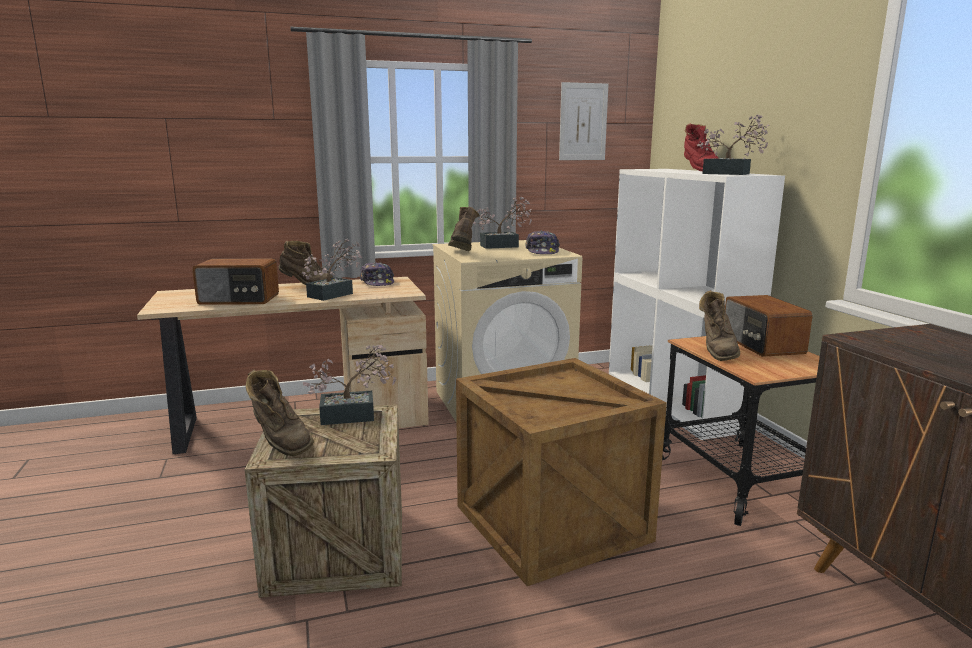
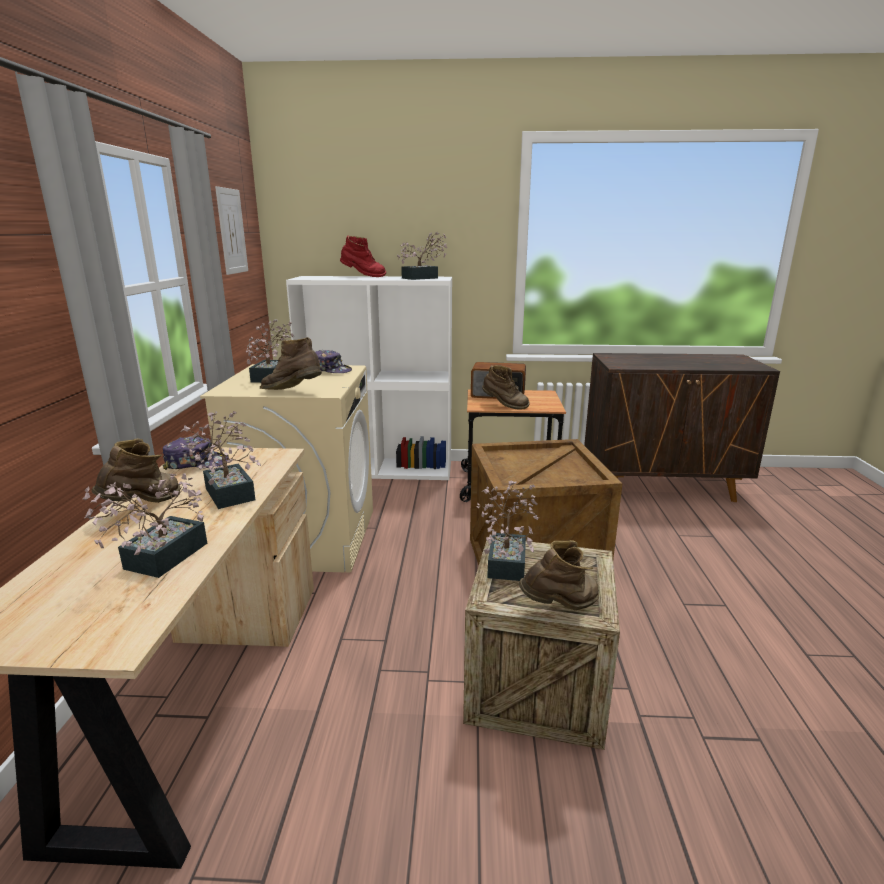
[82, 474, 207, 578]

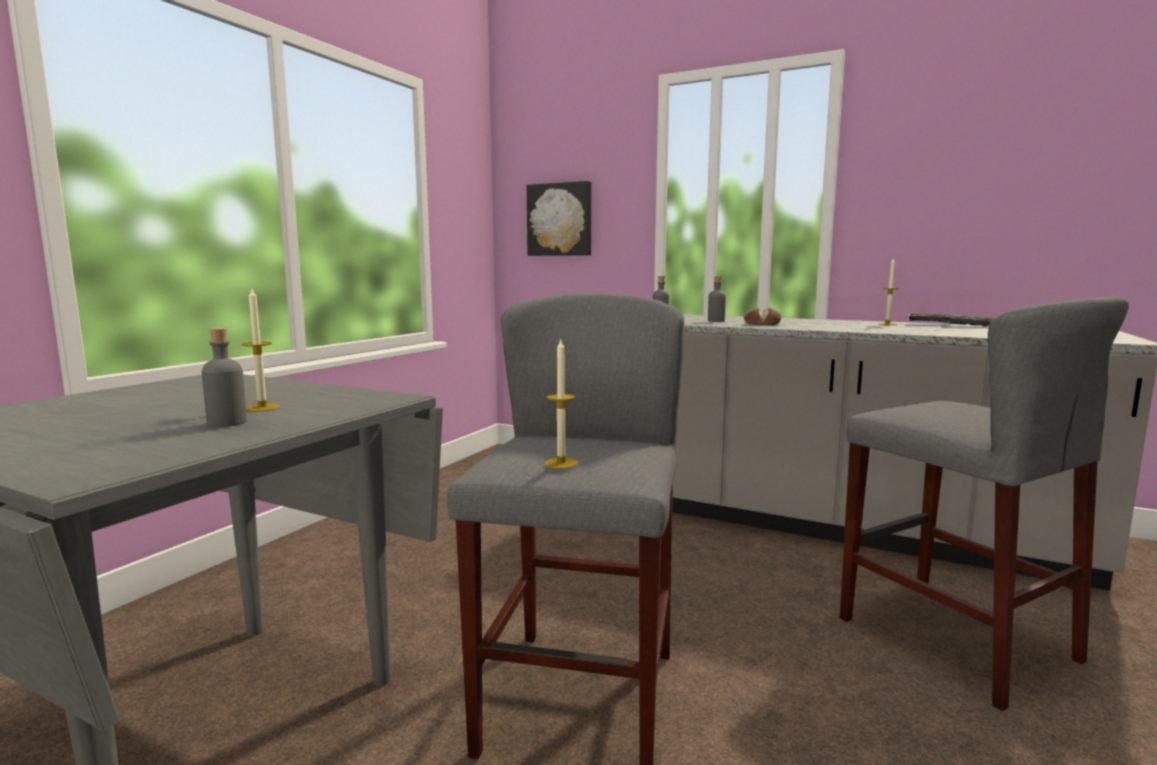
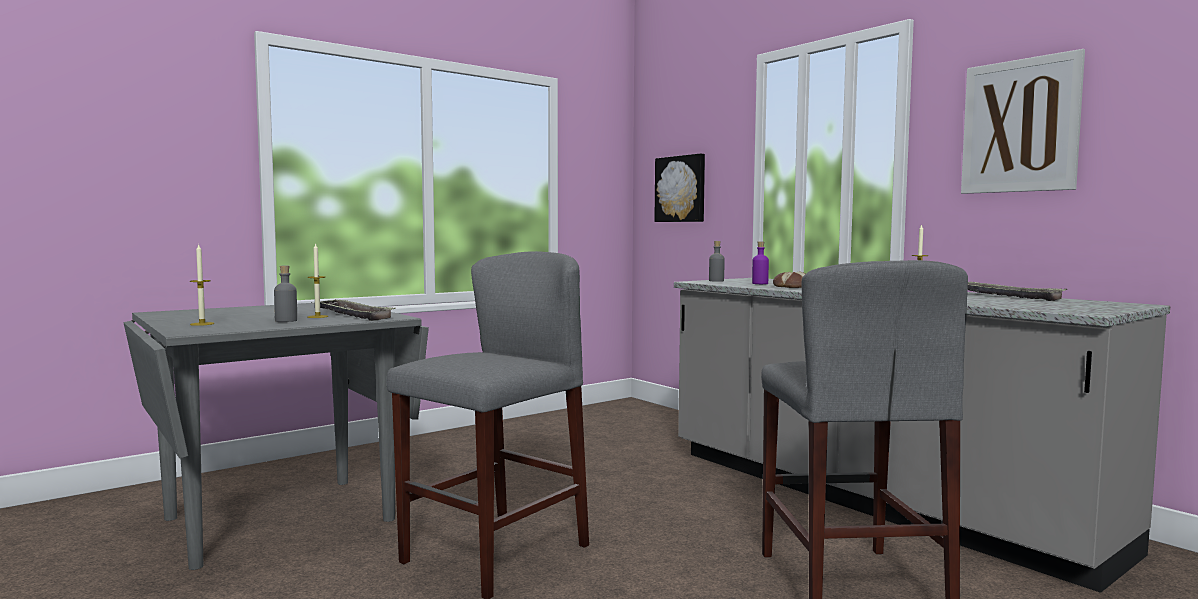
[190, 245, 214, 326]
[752, 242, 769, 284]
[314, 300, 396, 321]
[961, 49, 1085, 194]

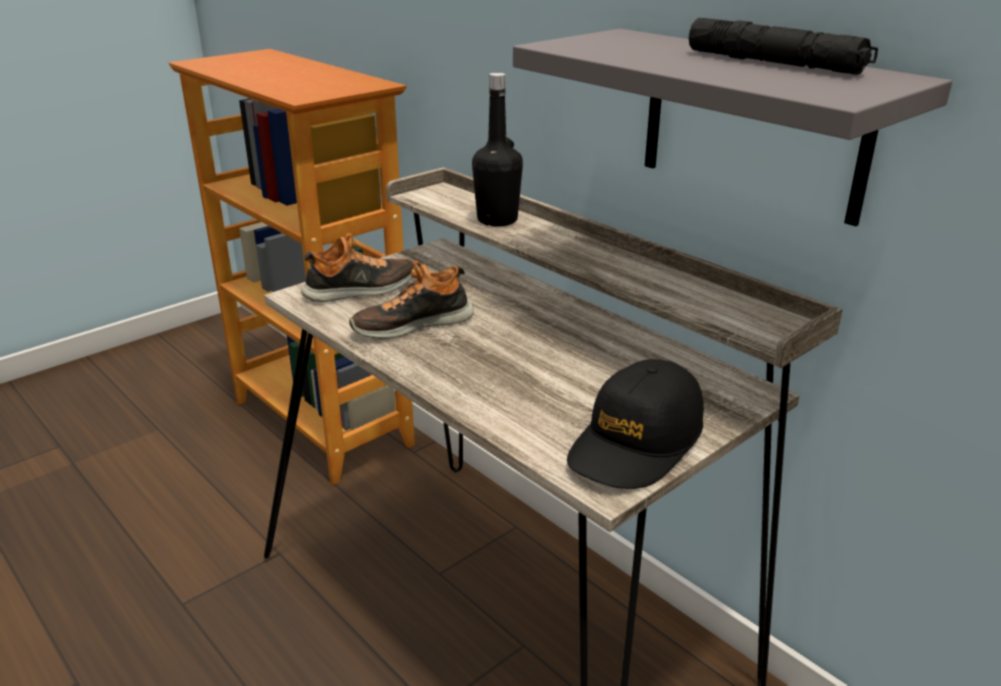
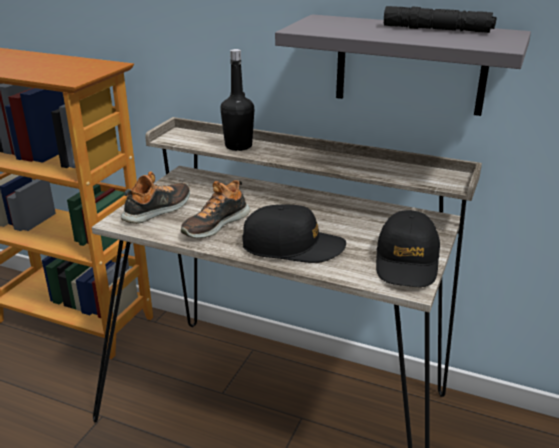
[242, 204, 346, 263]

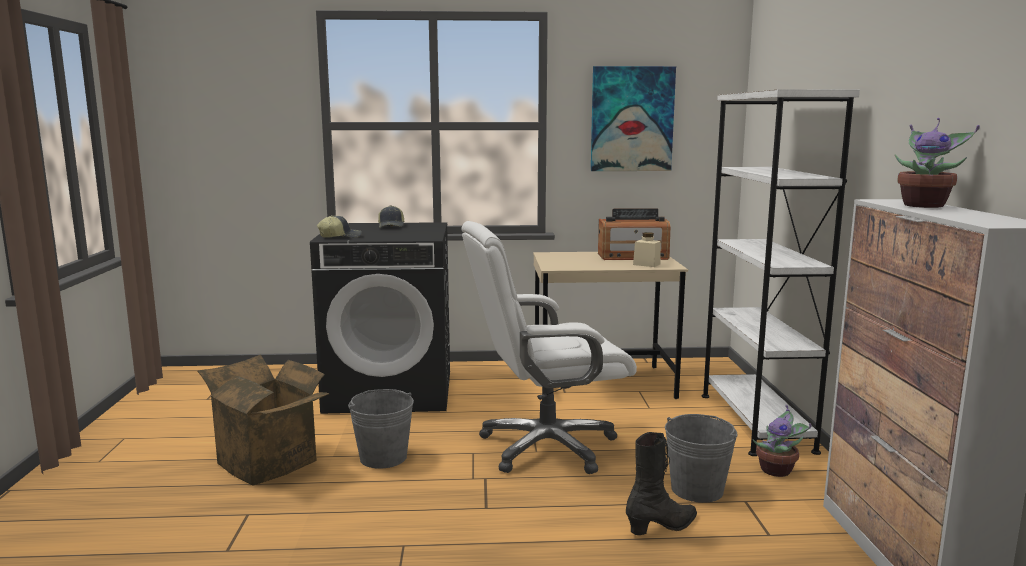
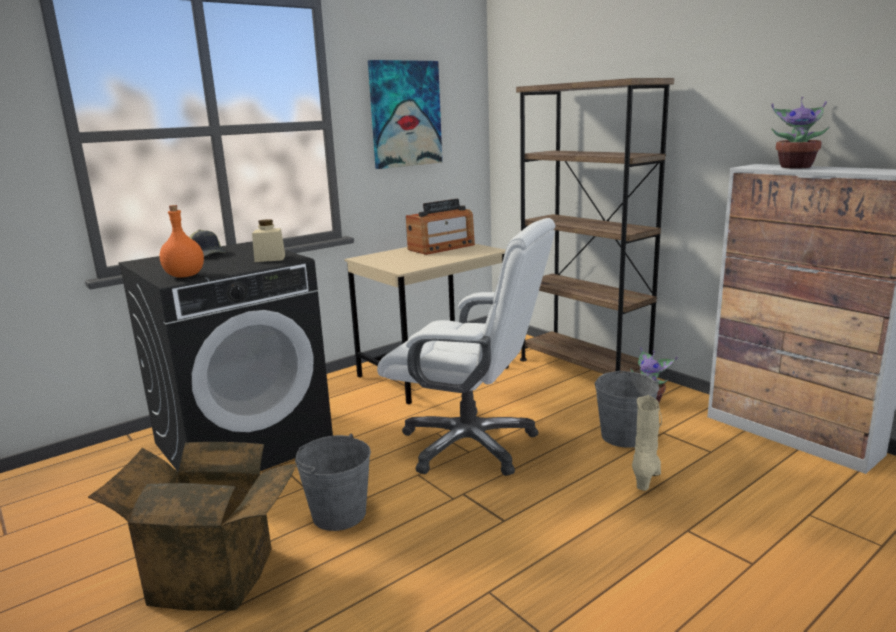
[160, 205, 204, 278]
[377, 218, 556, 476]
[632, 395, 662, 491]
[252, 219, 285, 262]
[516, 78, 674, 374]

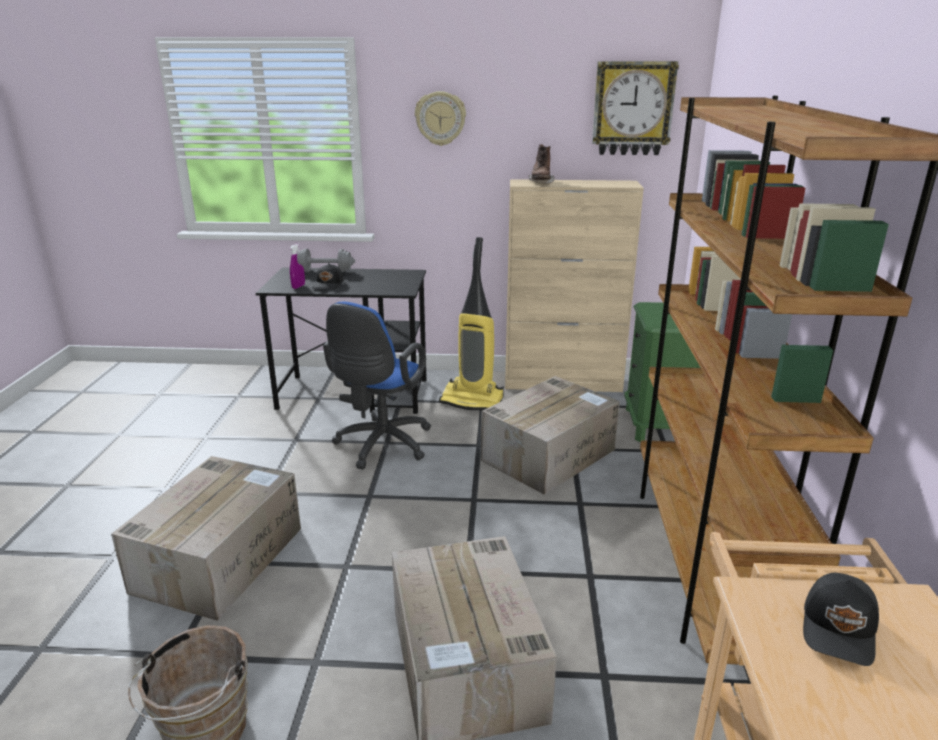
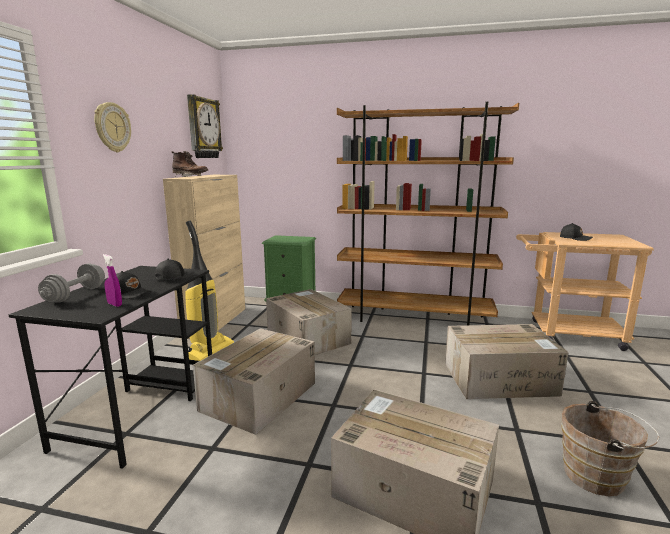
[193, 328, 315, 435]
[155, 259, 194, 281]

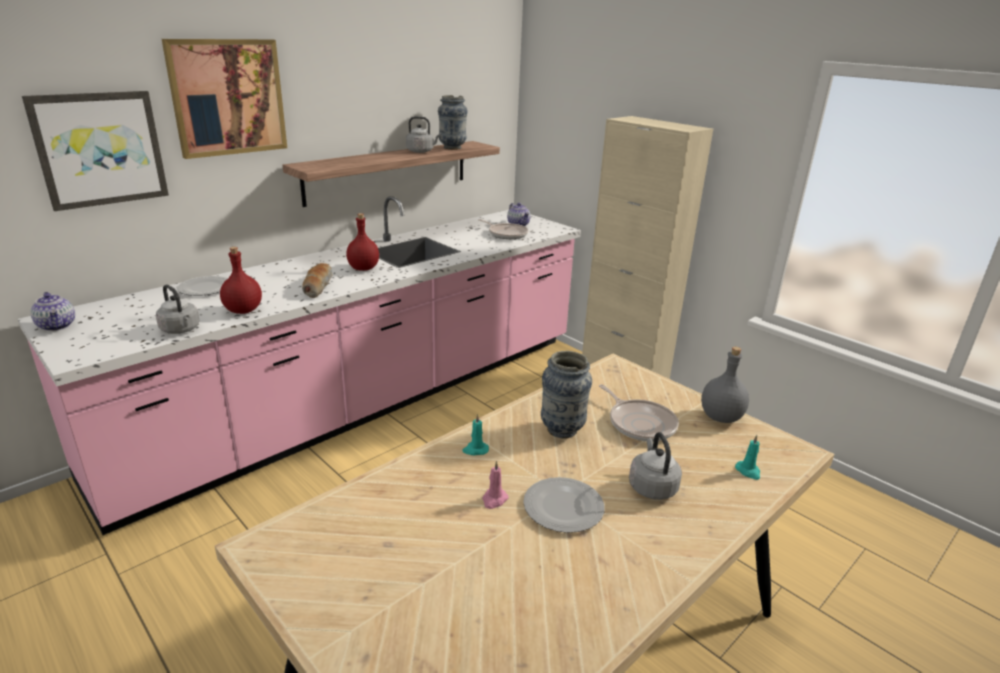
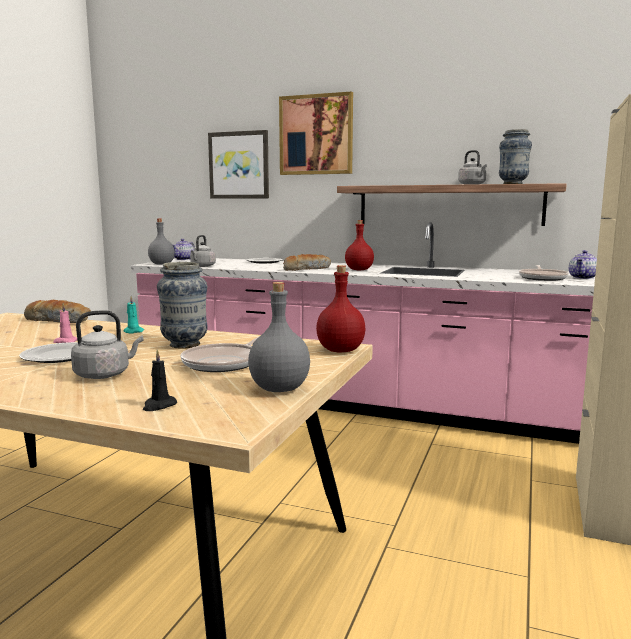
[316, 265, 365, 352]
[143, 349, 177, 411]
[24, 300, 91, 323]
[148, 219, 175, 265]

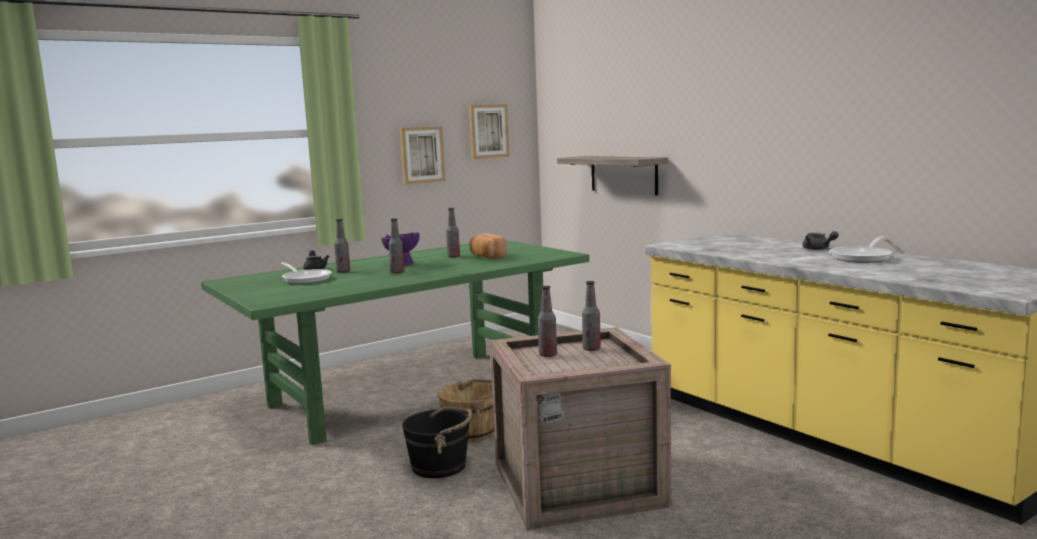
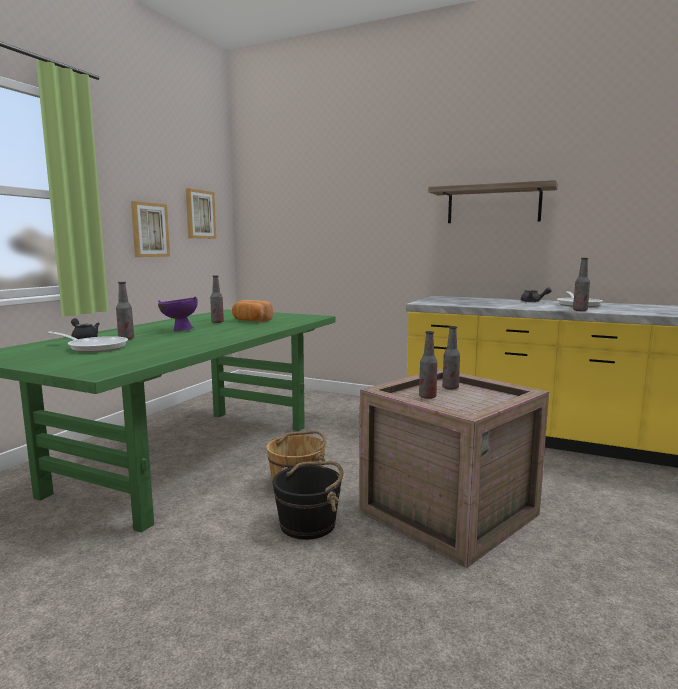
[573, 258, 590, 311]
[428, 180, 558, 223]

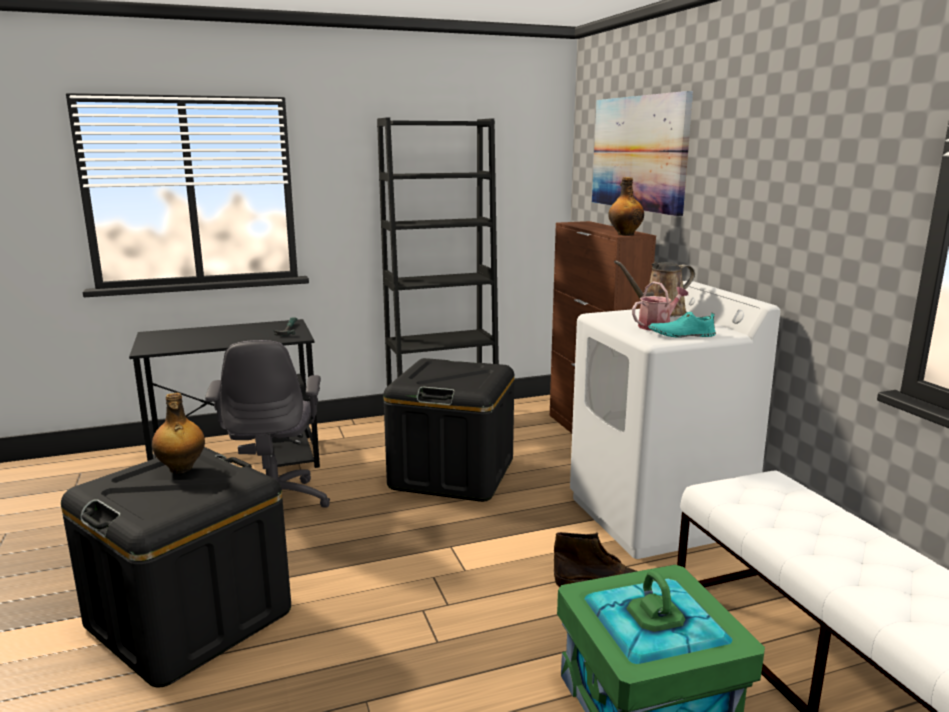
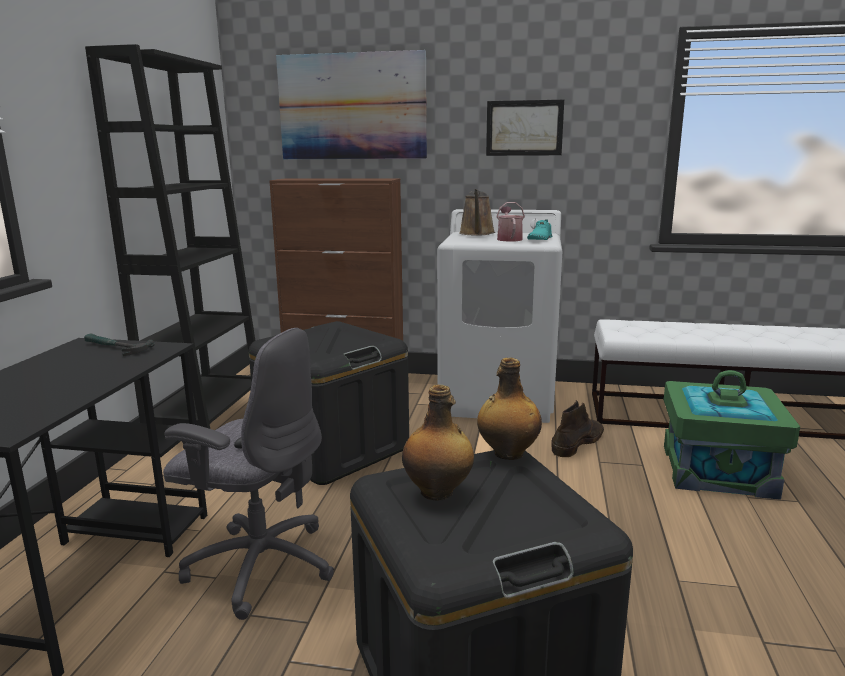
[477, 358, 542, 460]
[486, 100, 564, 156]

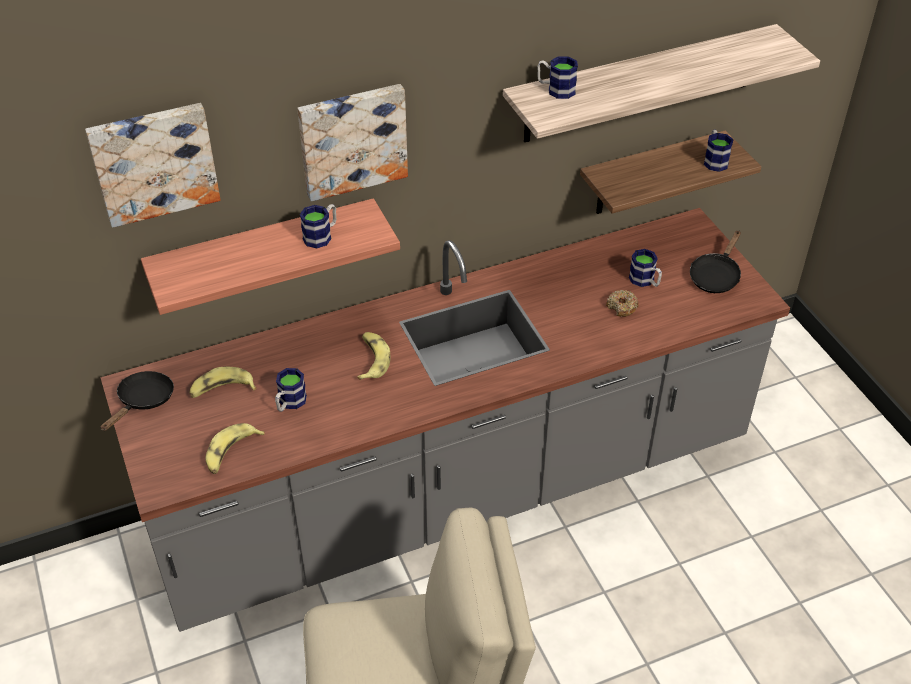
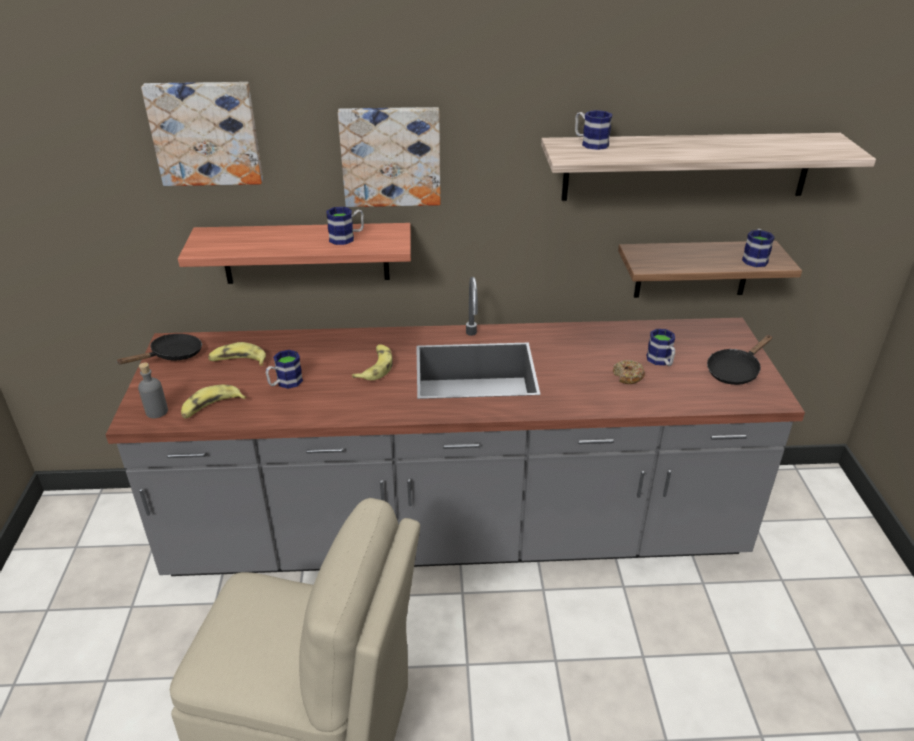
[138, 363, 168, 418]

